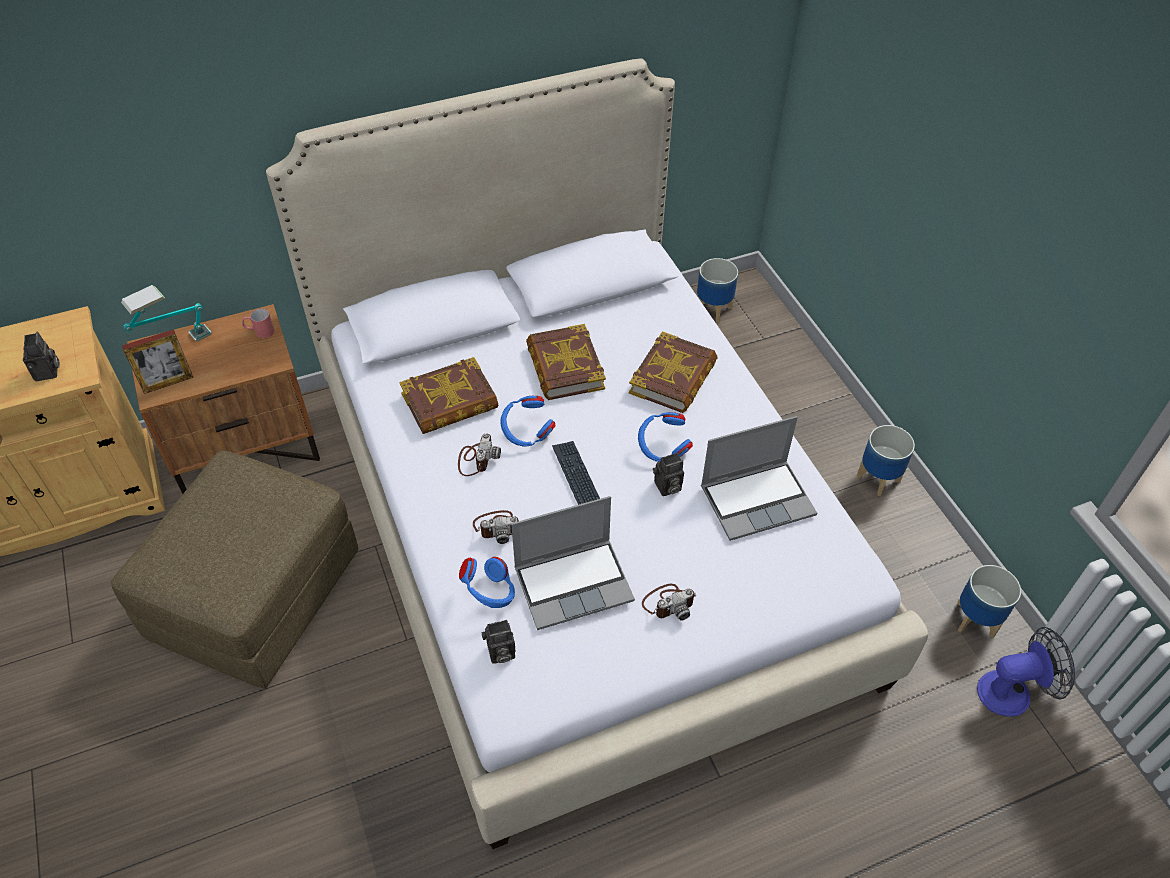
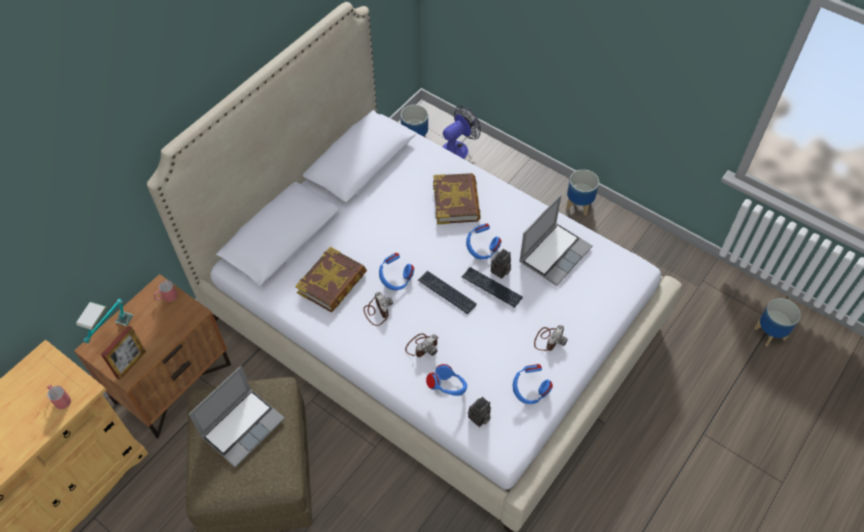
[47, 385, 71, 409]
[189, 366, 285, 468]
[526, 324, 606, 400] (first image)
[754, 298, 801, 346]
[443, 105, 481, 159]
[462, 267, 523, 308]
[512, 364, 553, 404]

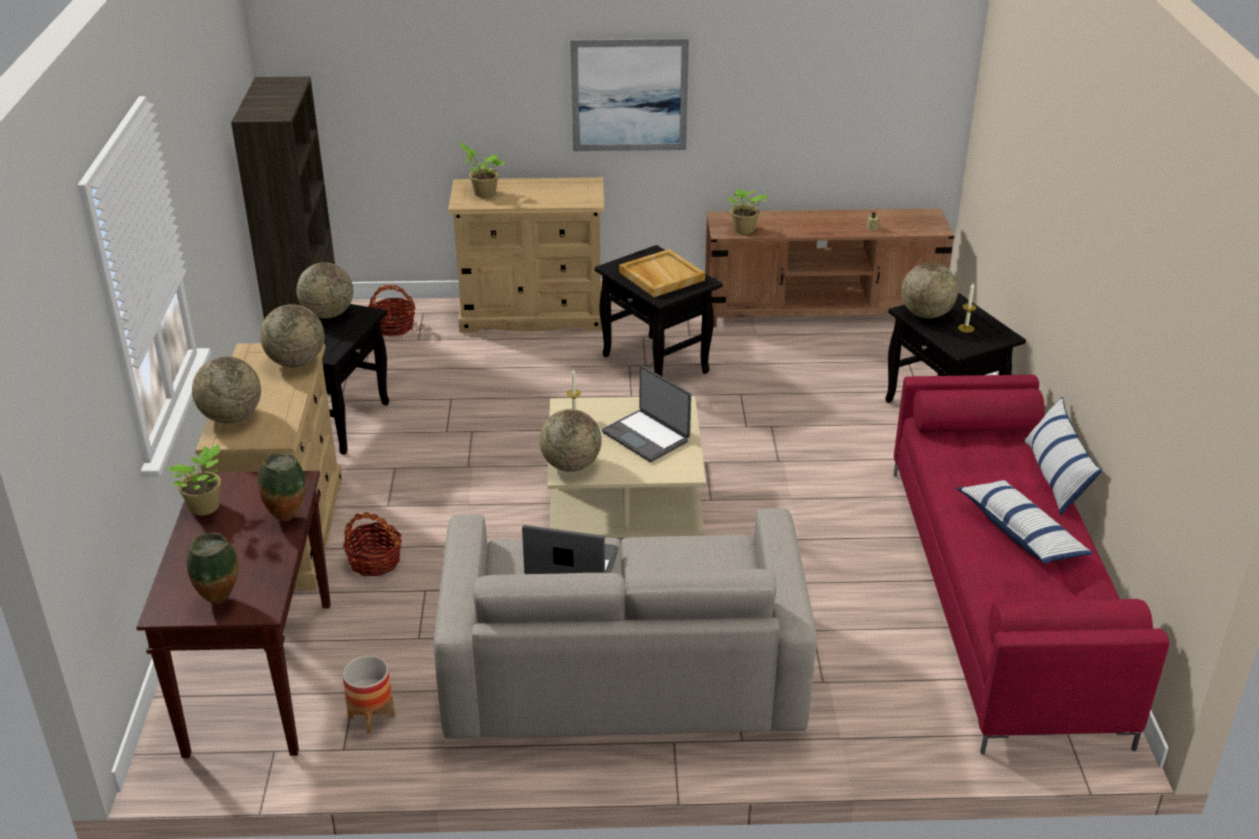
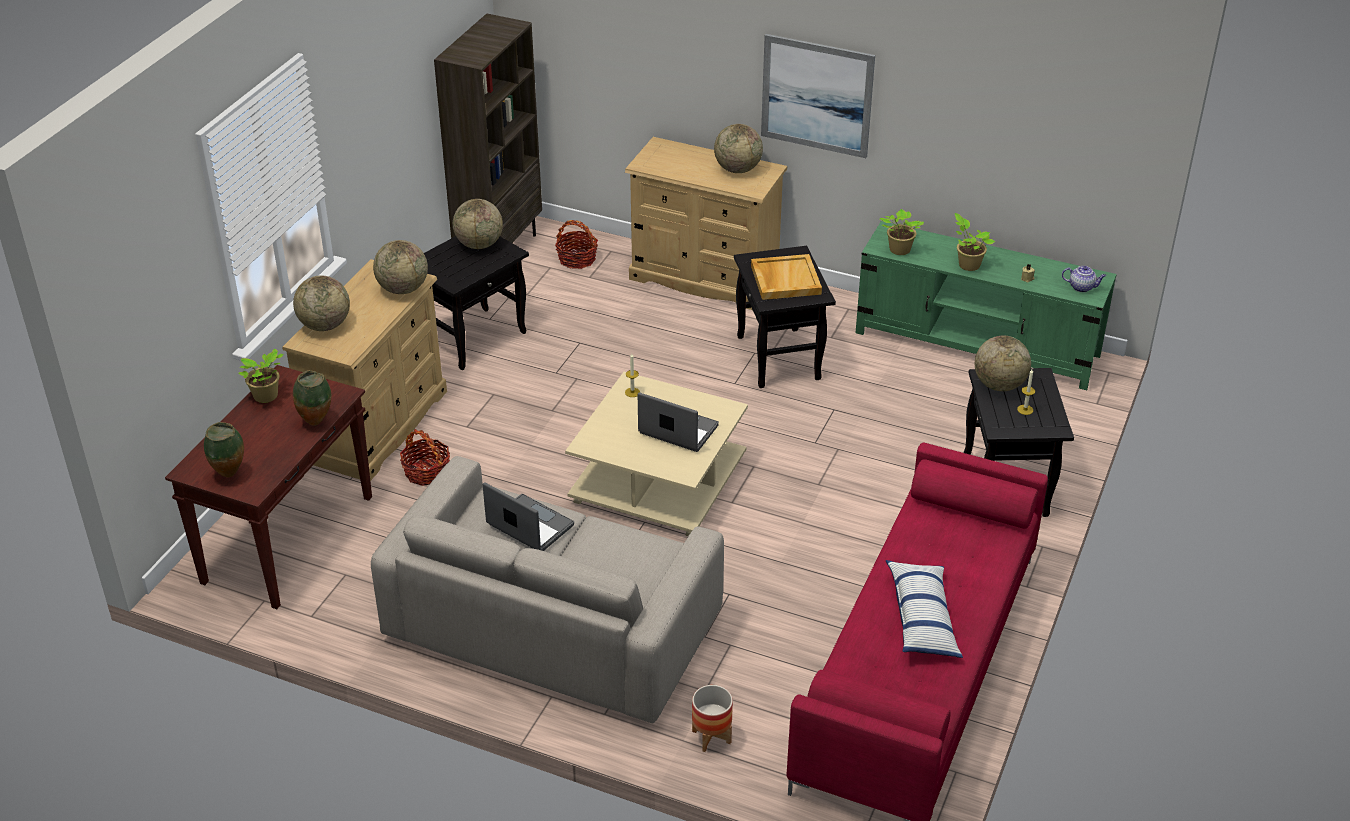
[692, 685, 733, 752]
[955, 213, 995, 271]
[714, 124, 763, 173]
[638, 392, 719, 452]
[856, 221, 1117, 390]
[1024, 397, 1102, 516] (first image)
[1062, 266, 1106, 292]

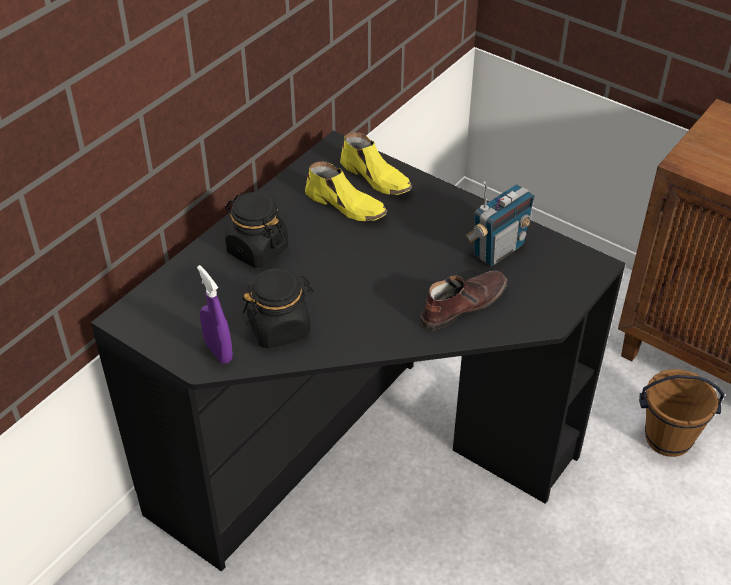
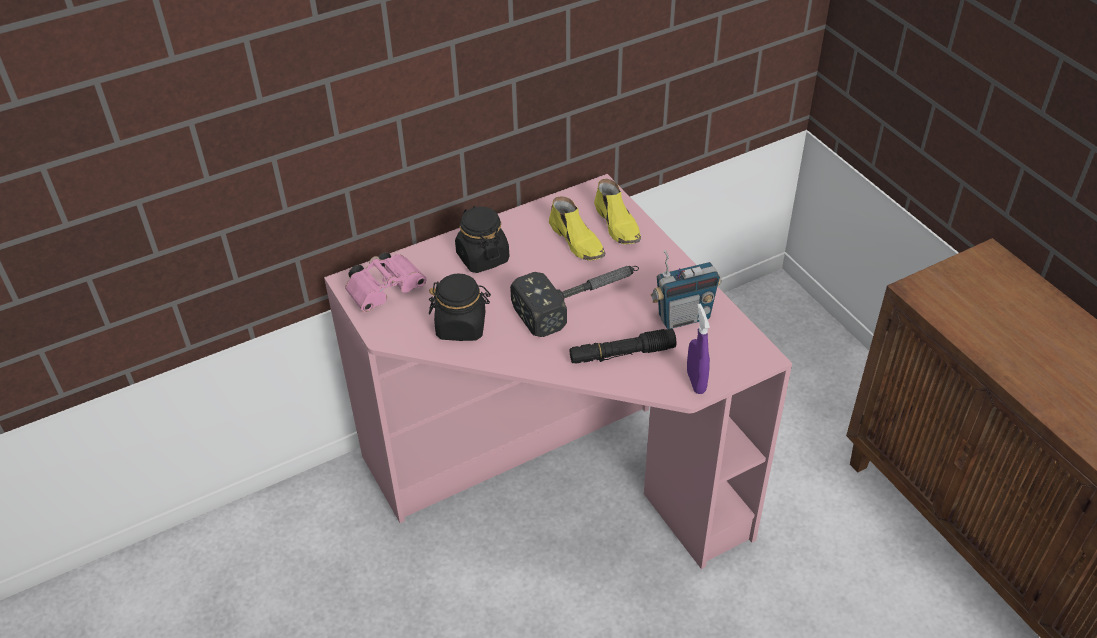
[324, 174, 792, 569]
[687, 304, 710, 394]
[570, 329, 677, 364]
[639, 369, 725, 457] (first image)
[345, 252, 427, 312]
[510, 266, 639, 337]

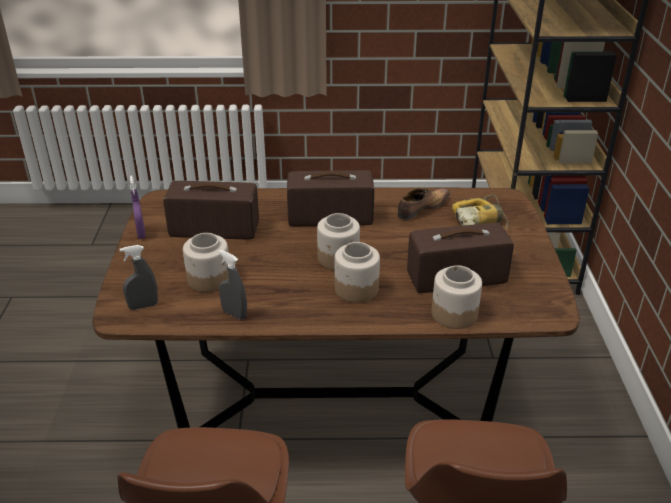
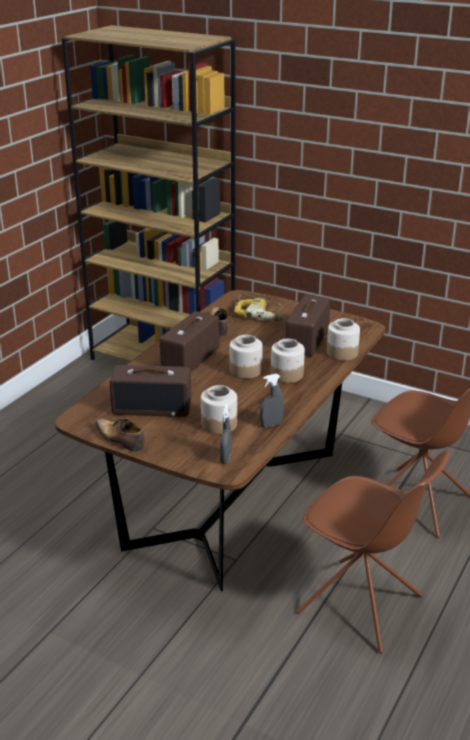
[95, 418, 145, 452]
[110, 365, 191, 417]

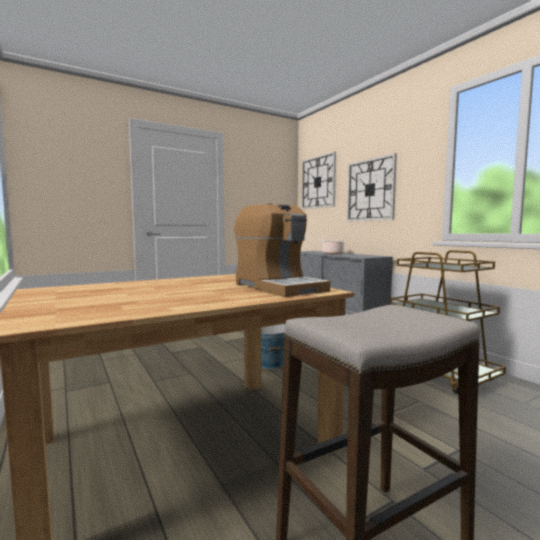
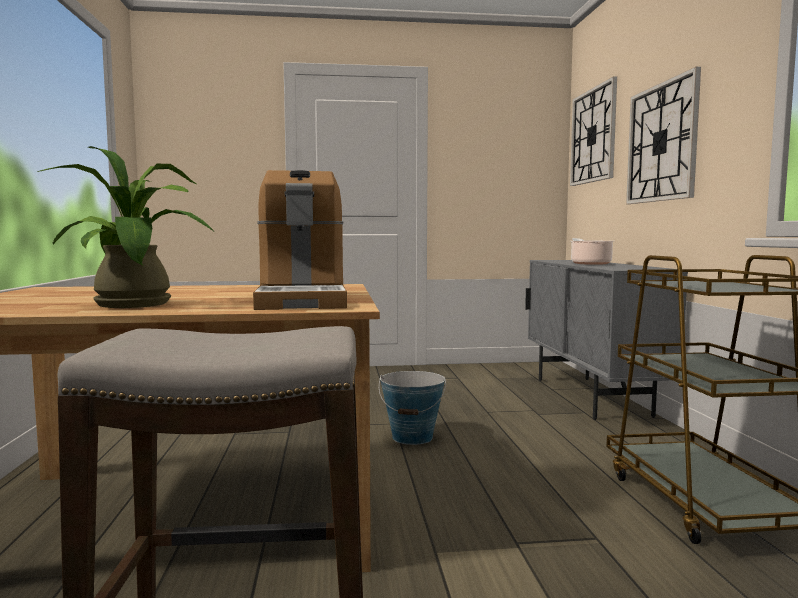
[37, 146, 213, 308]

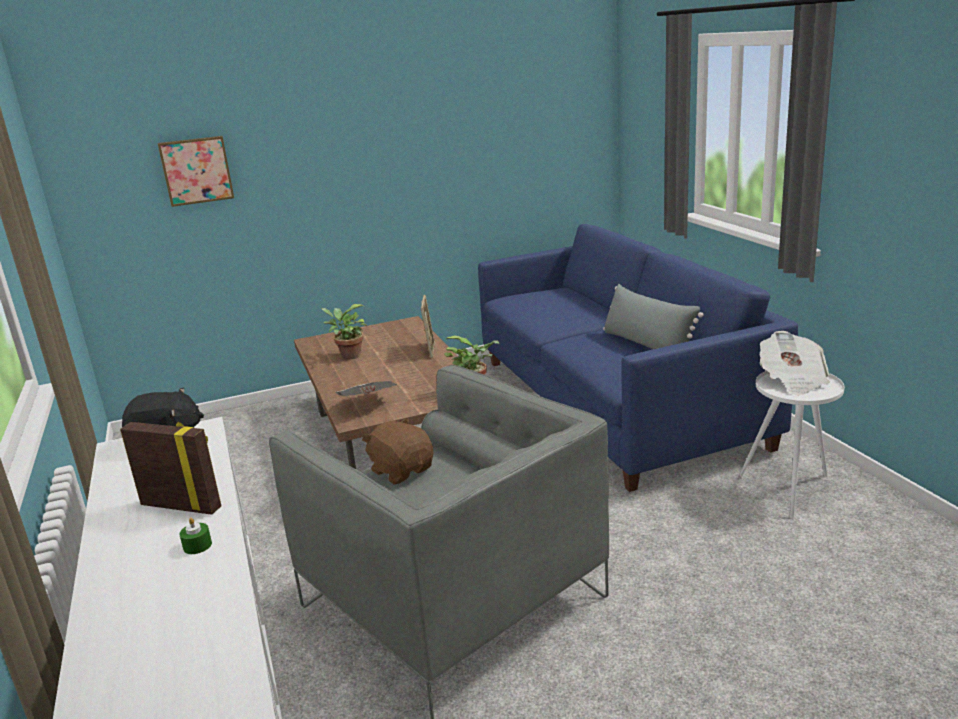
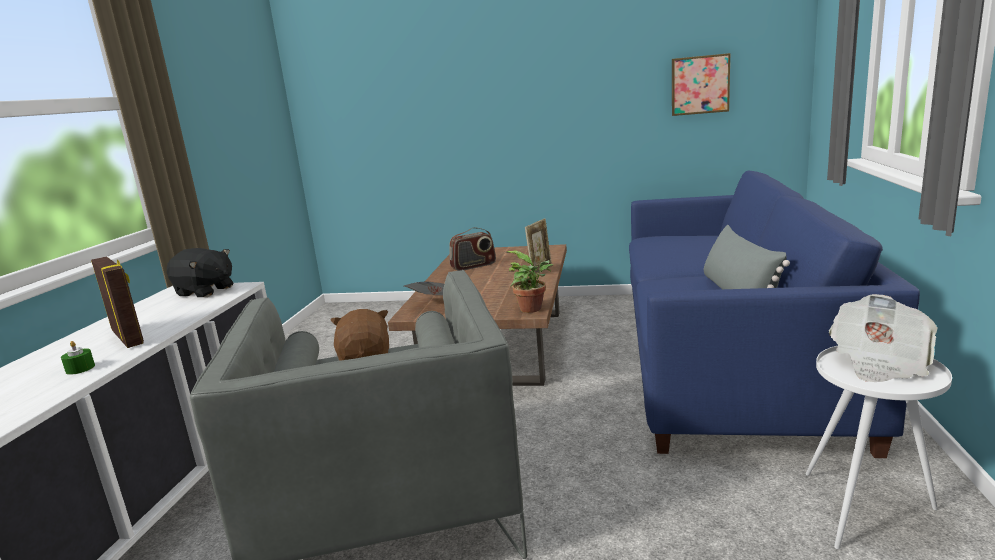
[672, 53, 730, 116]
[449, 227, 496, 271]

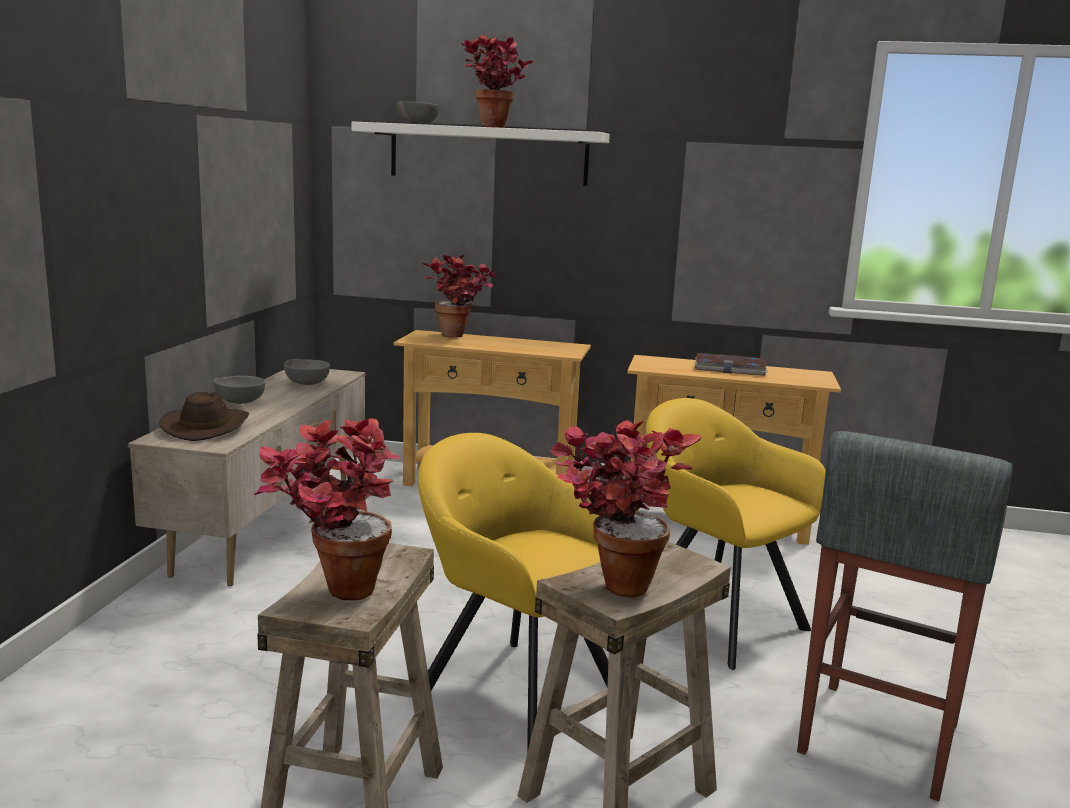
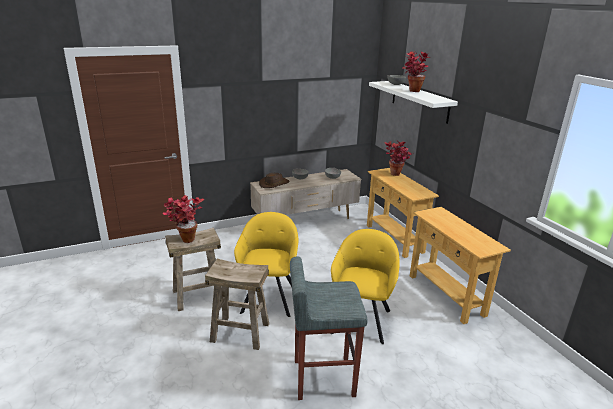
[550, 420, 702, 597] (first image)
[695, 353, 768, 376] (first image)

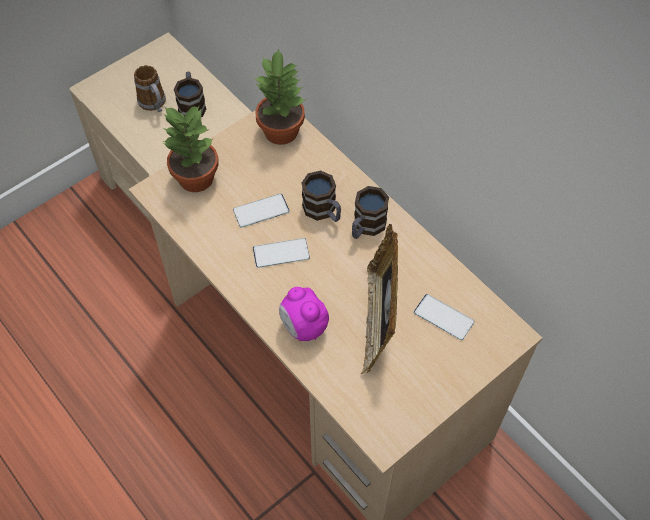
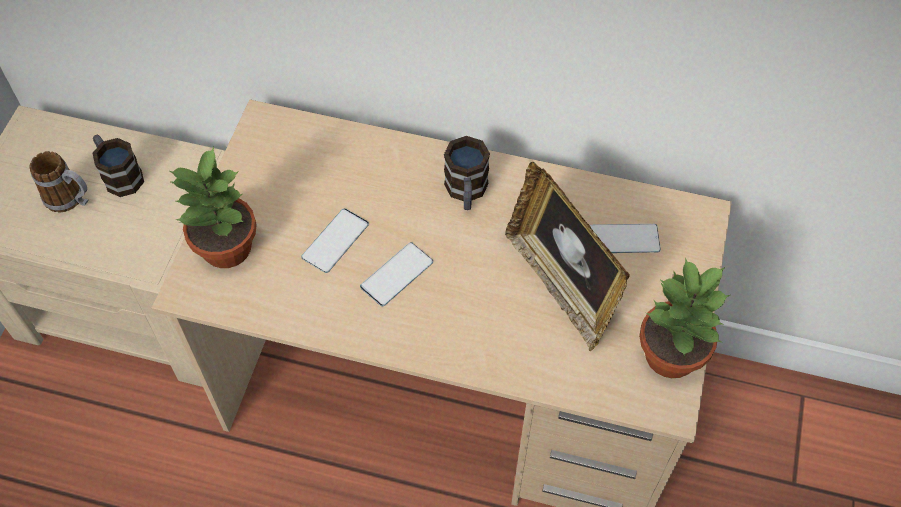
[639, 258, 730, 378]
[279, 287, 329, 341] (first image)
[301, 170, 341, 222] (first image)

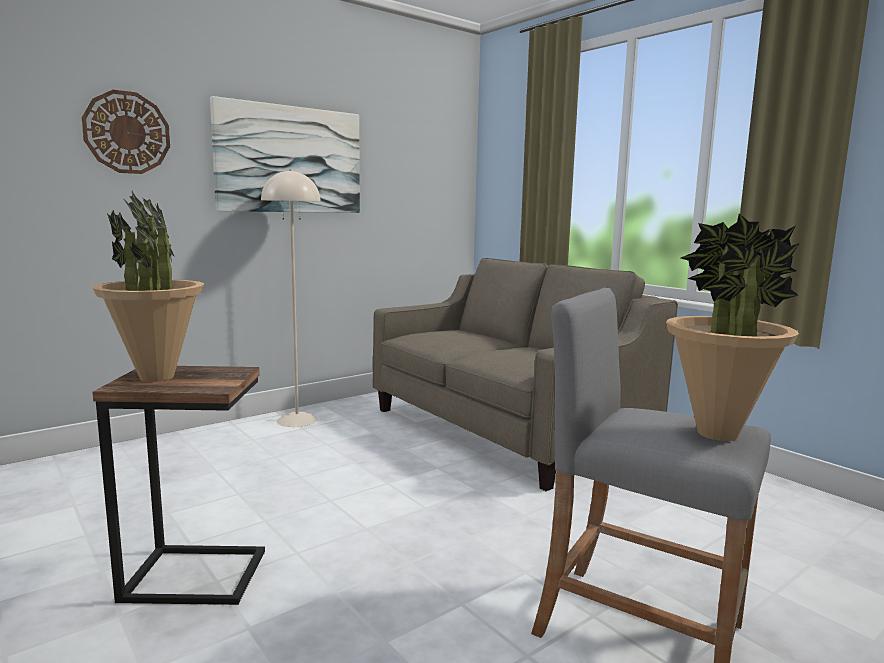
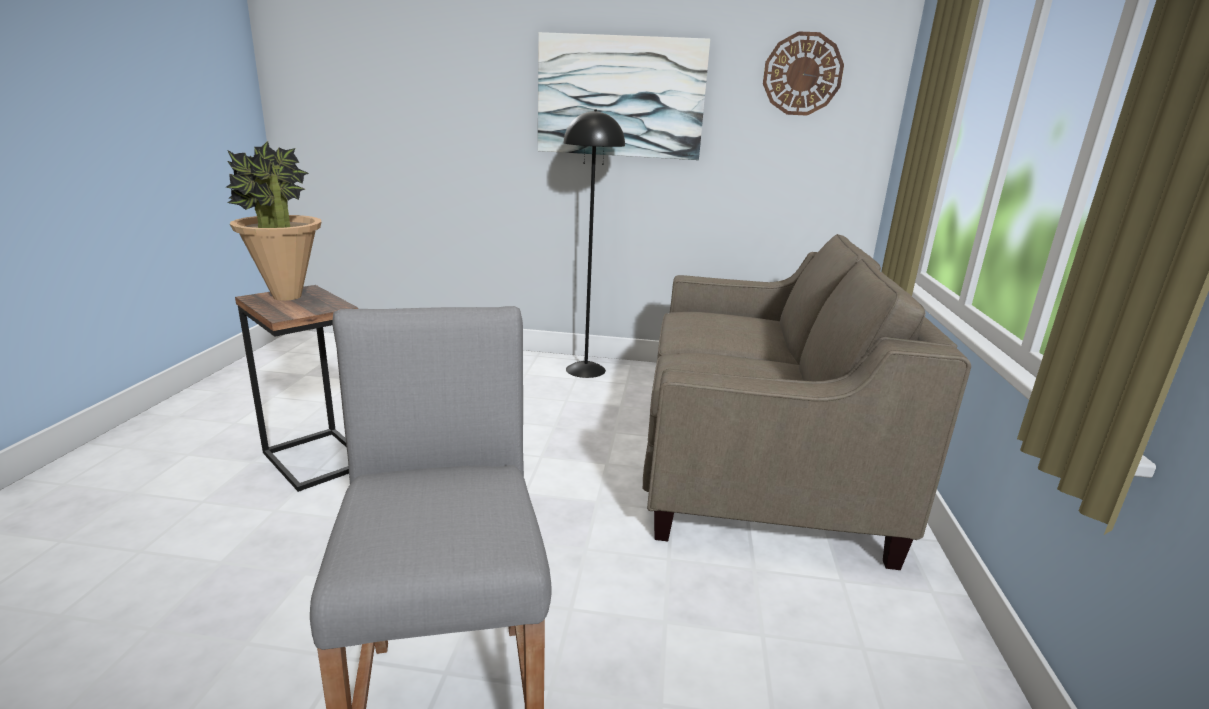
[763, 31, 844, 116]
[564, 109, 625, 378]
[666, 213, 800, 441] (first image)

